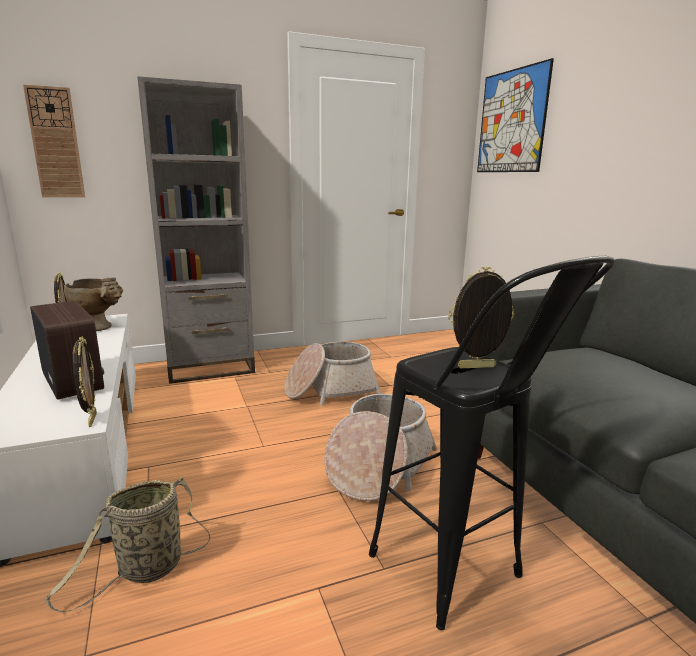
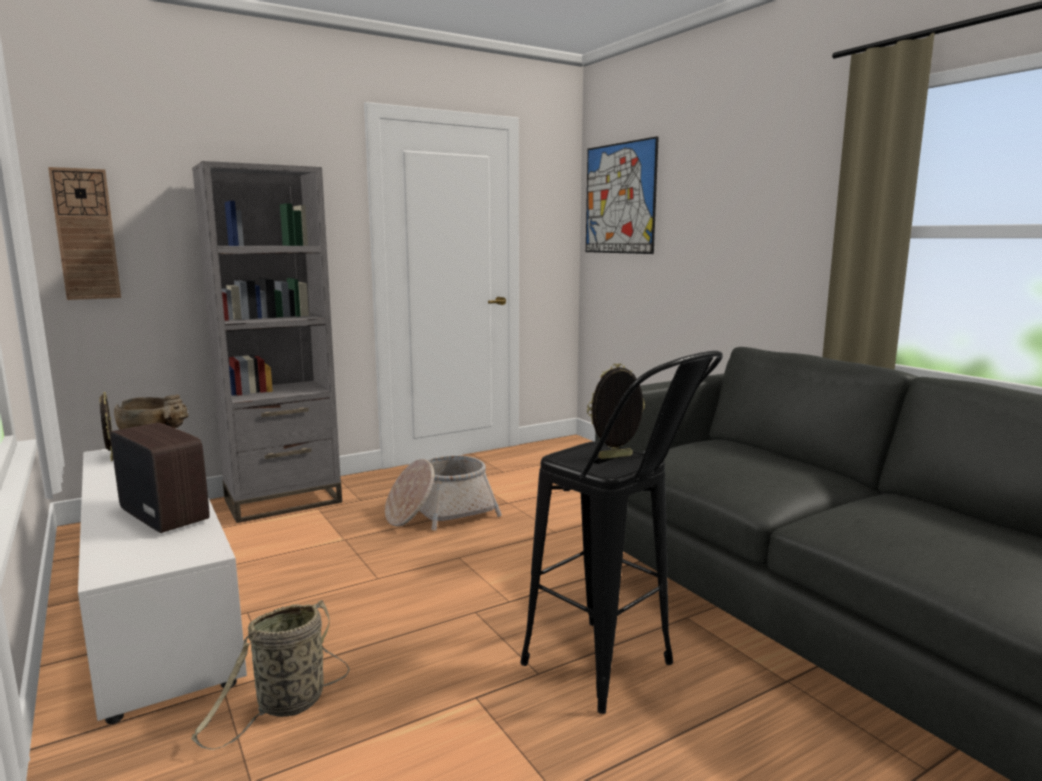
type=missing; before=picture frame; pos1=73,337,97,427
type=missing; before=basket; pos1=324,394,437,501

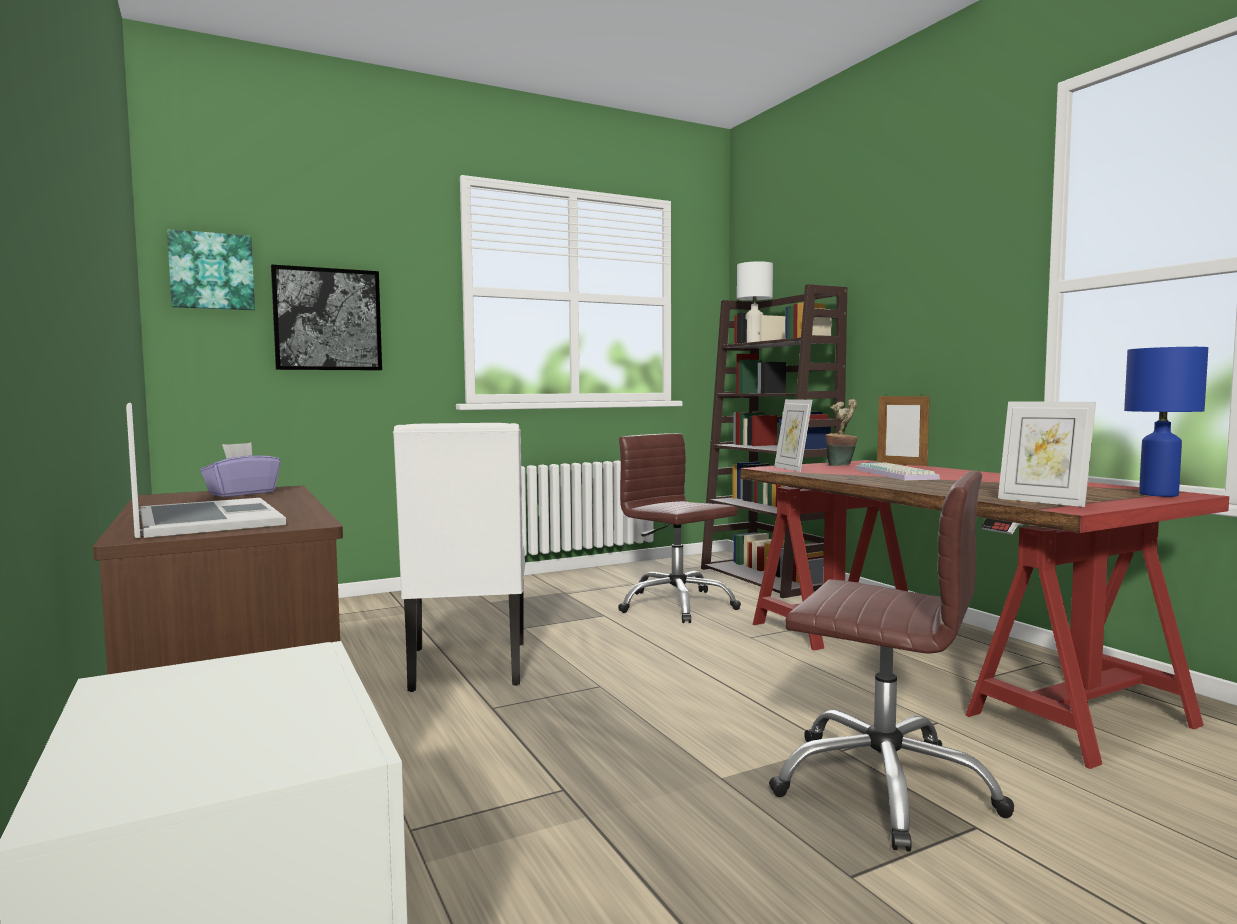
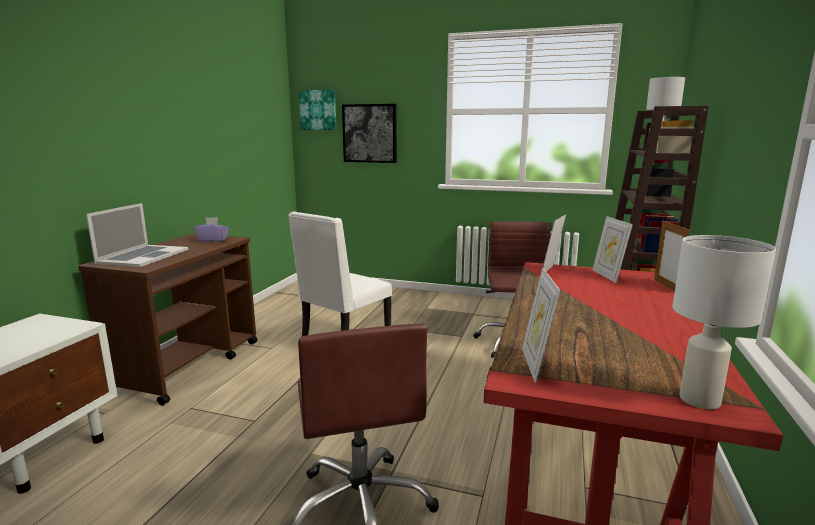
type=missing; before=keyboard; pos1=855,462,940,480
type=exchanged; before=potted plant; after=picture frame; pos1=825,399,857,466; pos2=592,216,633,283
type=colour; before=blue table lamp; after=white table lamp; pos1=1124,347,1208,497; pos2=672,235,776,410

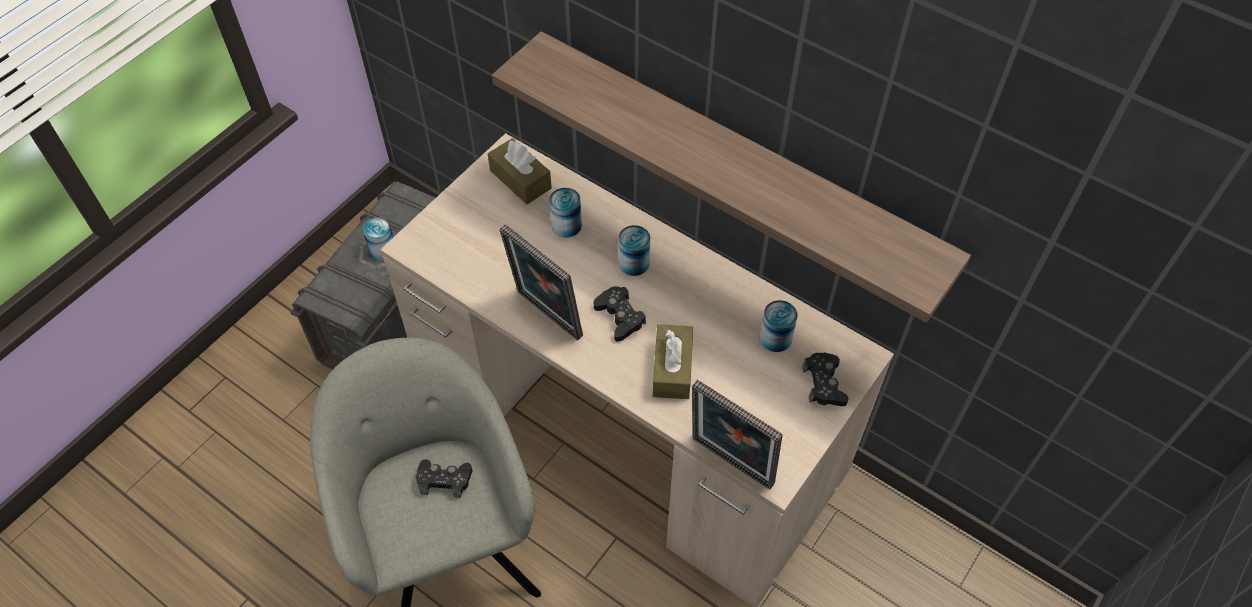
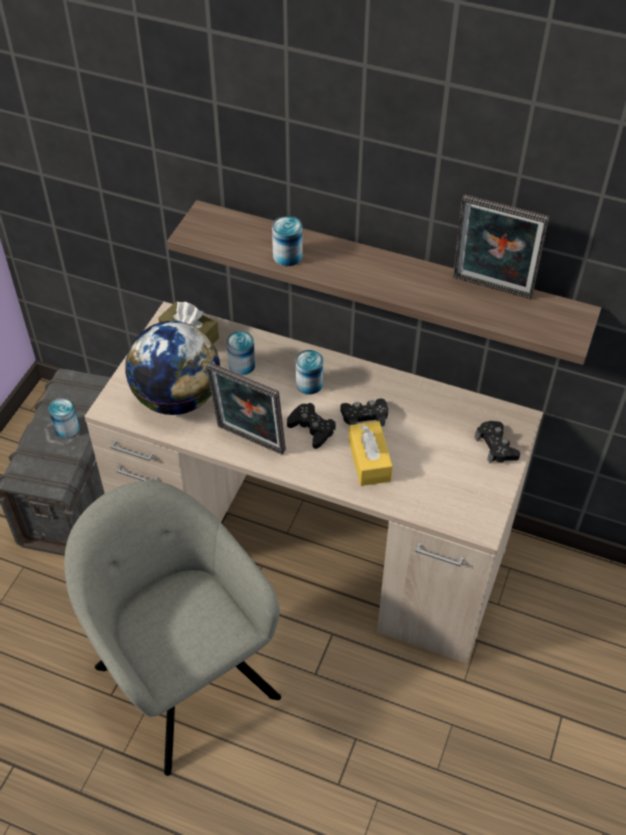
type=appeared; after=globe; pos2=125,321,220,415
type=relocated; before=black game controller; pos1=416,459,472,498; pos2=340,399,388,426
type=relocated; before=picture frame; pos1=692,380,783,490; pos2=453,194,549,299
type=relocated; before=can; pos1=759,300,798,352; pos2=272,216,302,266
type=colour; before=brown tissue box; after=yellow tissue box; pos1=653,324,693,399; pos2=349,421,393,486

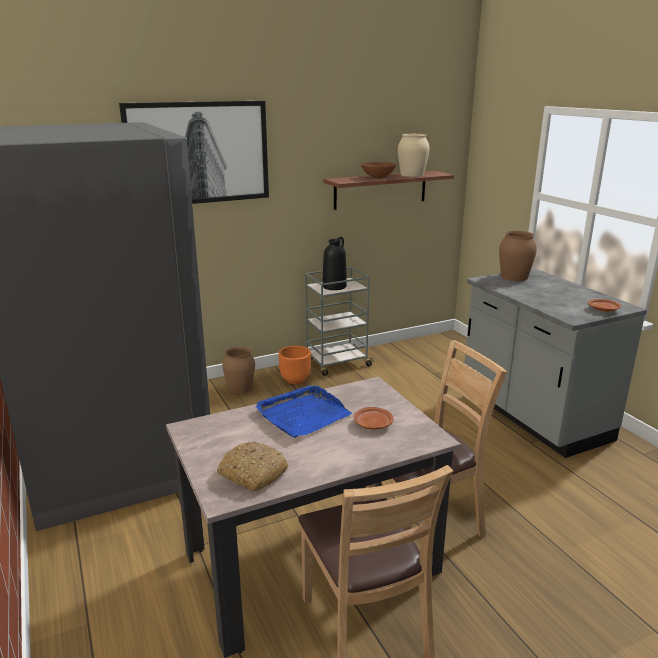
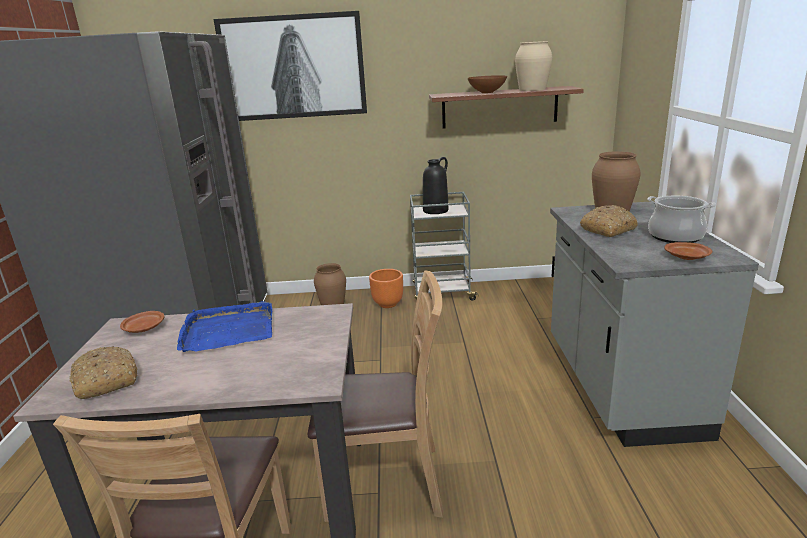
type=appeared; after=bread; pos2=580,205,638,237
type=appeared; after=cooking pot; pos2=647,196,716,243
type=relocated; before=brown plate; pos1=354,407,393,430; pos2=120,311,164,333

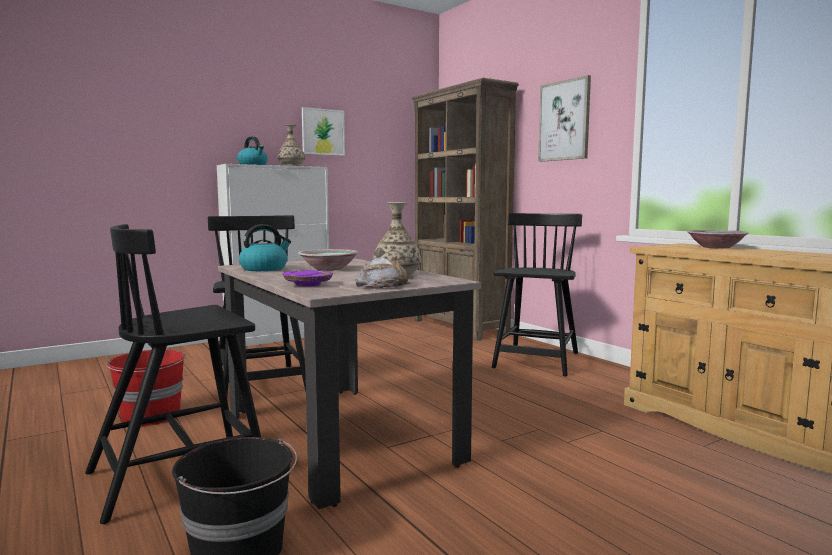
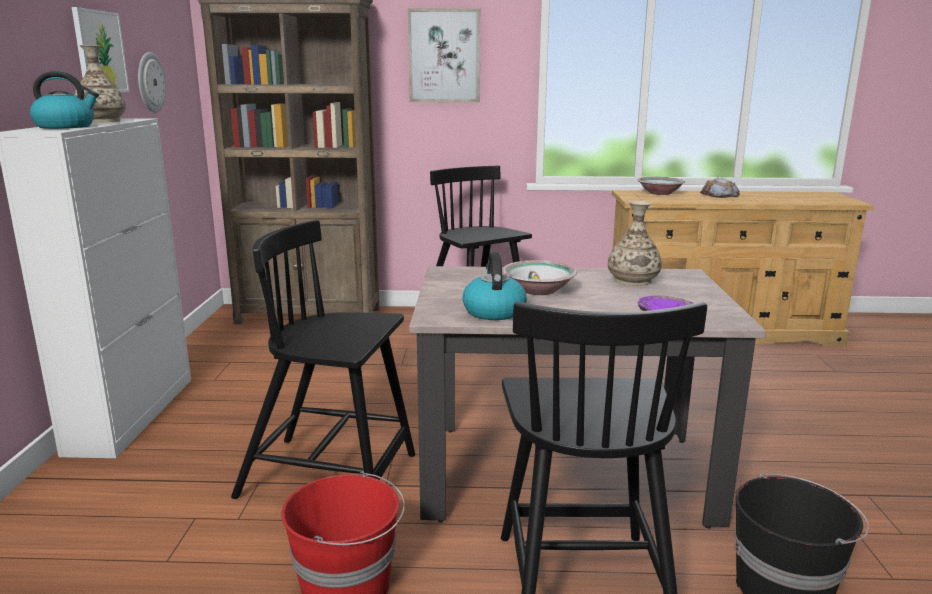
type=appeared; after=wall clock; pos2=138,52,167,113
type=relocated; before=bread; pos1=355,258,411,289; pos2=700,177,740,198

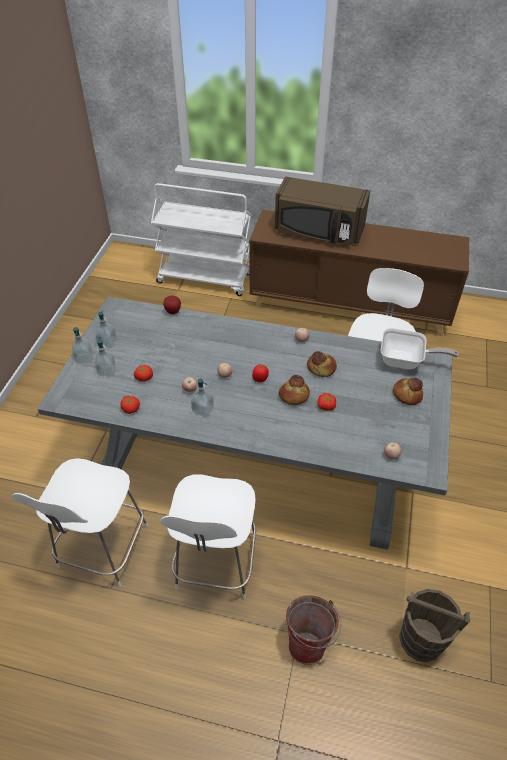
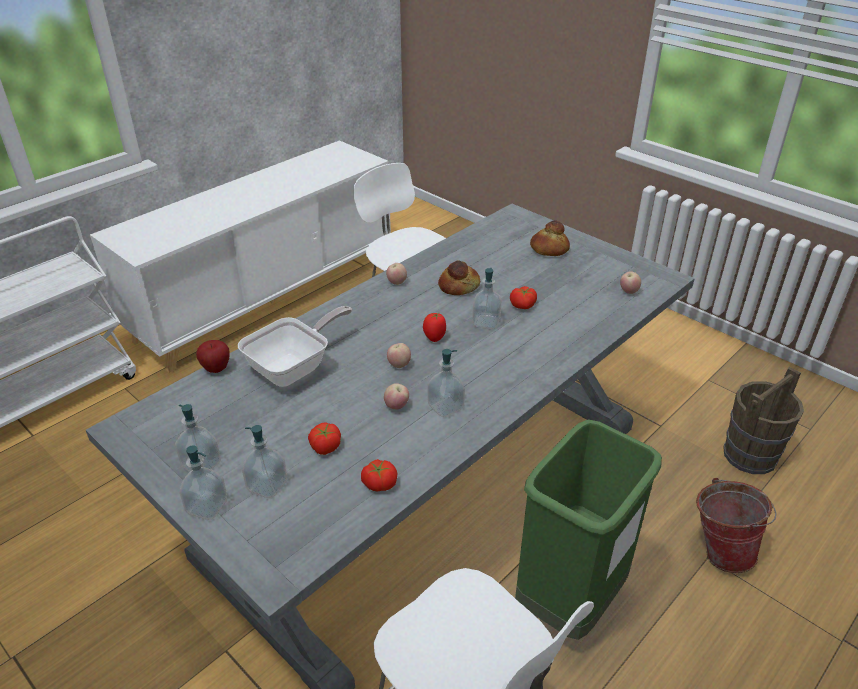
type=missing; before=brown microwave; pos1=275,176,370,246
type=relocated; before=frying pan; pos1=381,328,459,369; pos2=238,306,352,387
type=exchanged; before=white chair; after=green trash can; pos1=160,475,256,599; pos2=515,419,662,640
type=exchanged; before=bread; after=soap dispenser; pos1=279,375,310,405; pos2=472,268,502,329
type=colour; before=brown cabinet; after=white cabinet; pos1=249,209,469,337; pos2=90,140,391,373

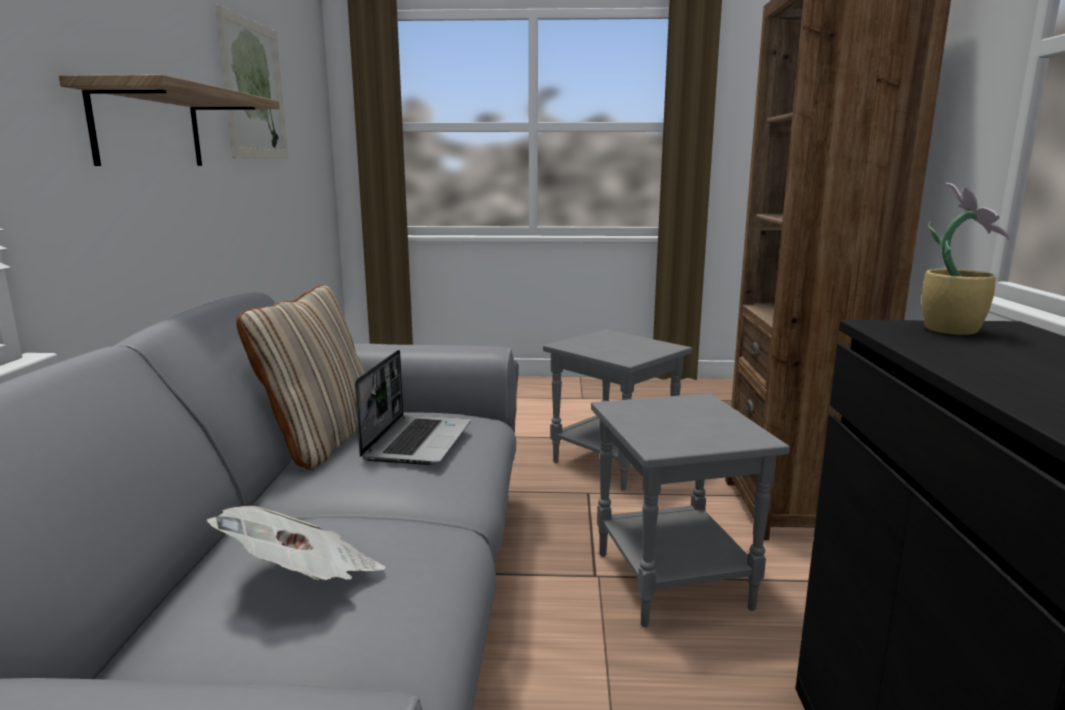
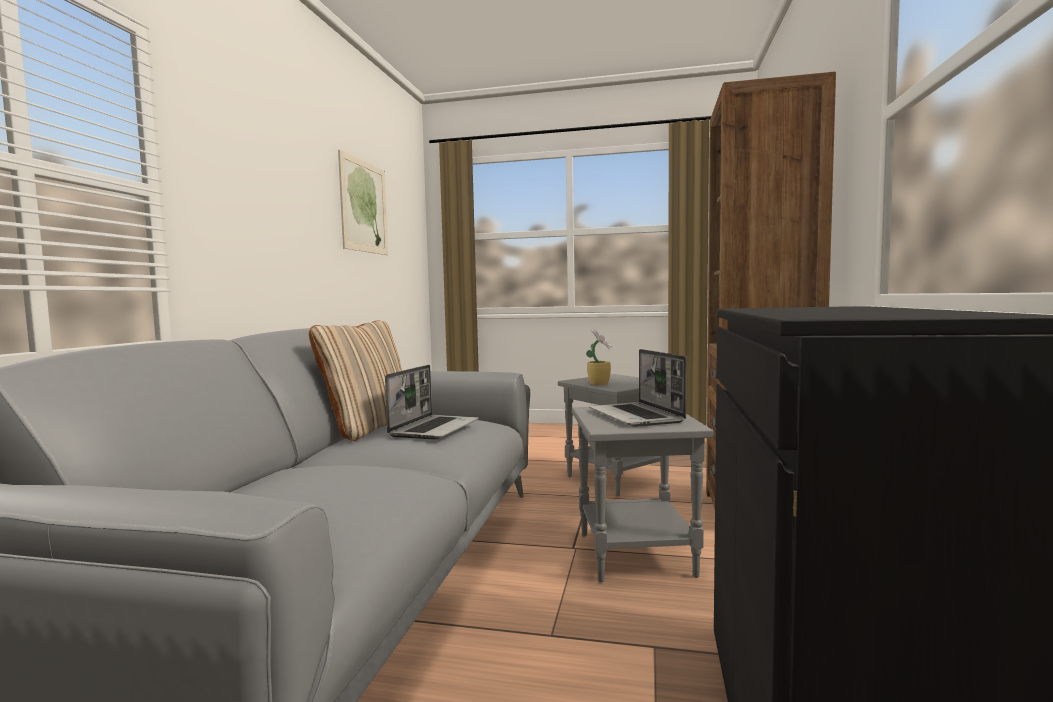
type=missing; before=shelf; pos1=59,75,280,166
type=missing; before=newspaper; pos1=207,506,385,581
type=appeared; after=laptop; pos2=589,349,687,427
type=relocated; before=potted plant; pos1=922,183,1010,335; pos2=586,329,612,385

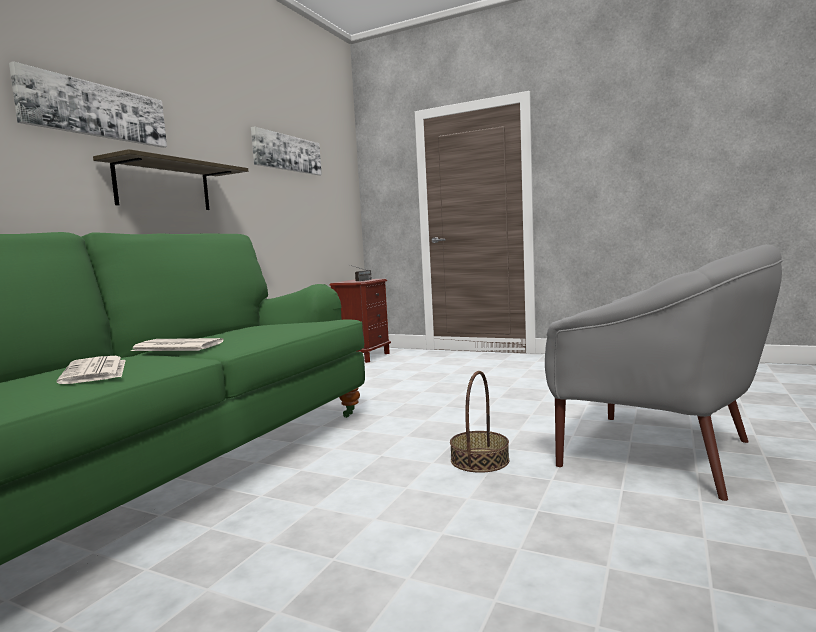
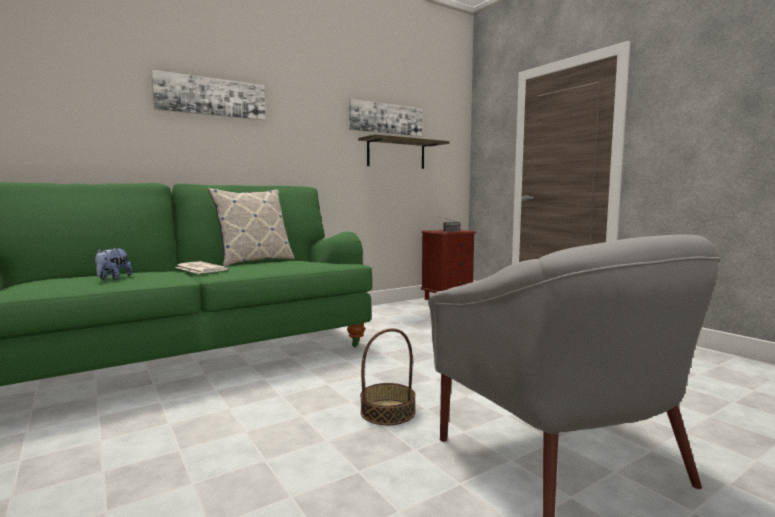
type=appeared; after=pillow; pos2=208,188,294,267
type=relocated; before=shelf; pos1=93,149,248,210; pos2=358,134,450,169
type=exchanged; before=newspaper; after=plush toy; pos1=57,356,126,384; pos2=95,248,133,280

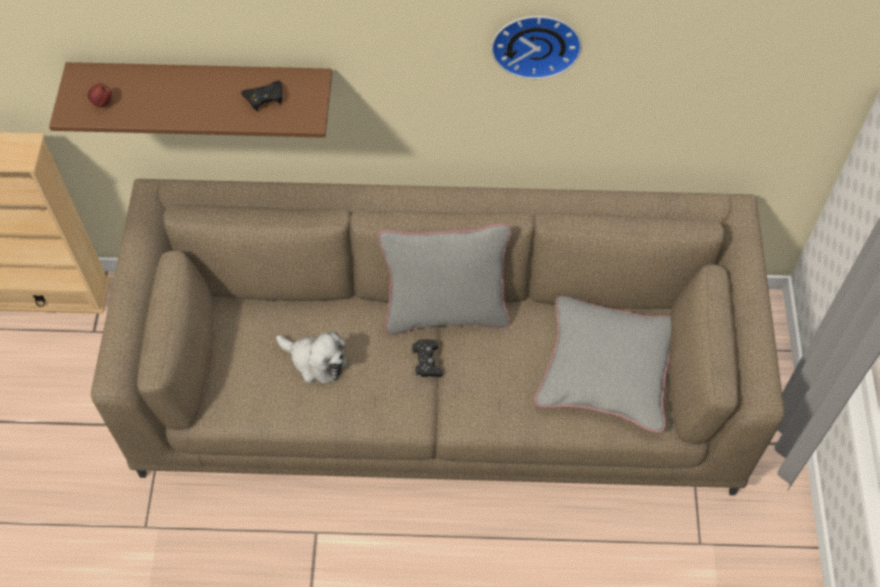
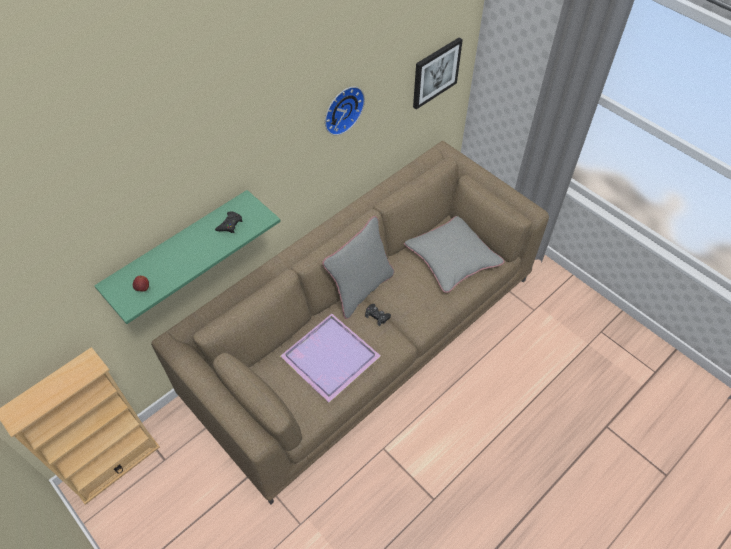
type=appeared; after=picture; pos2=413,38,463,110
type=exchanged; before=plush toy; after=purple tray; pos1=276,331,347,384; pos2=280,314,381,402
type=colour; before=brown shelf; after=green shelf; pos1=49,62,332,138; pos2=94,190,281,324

